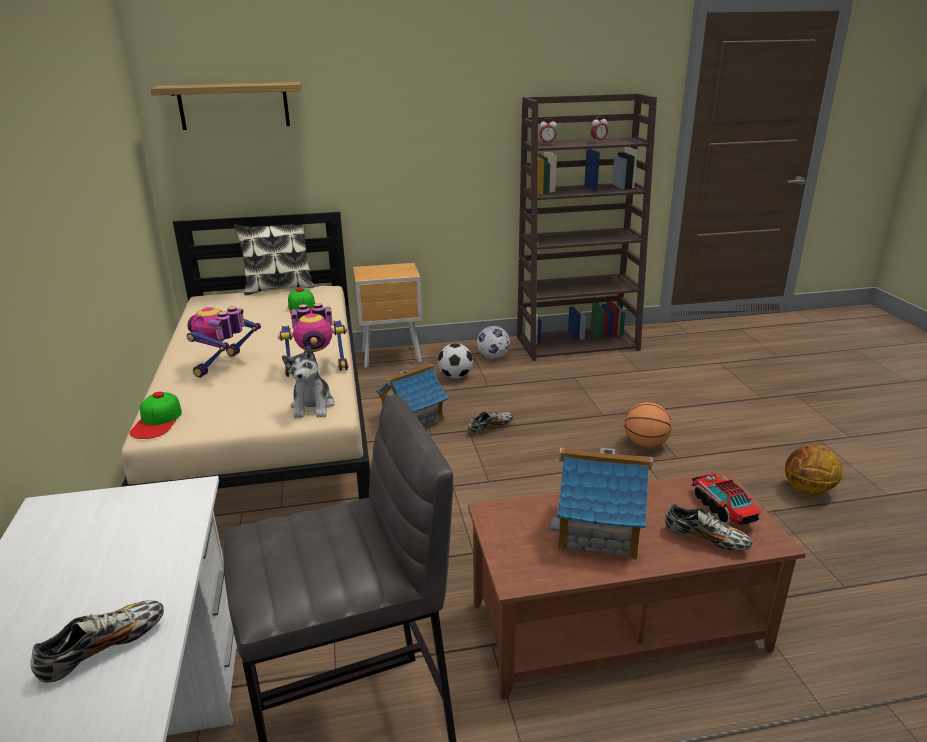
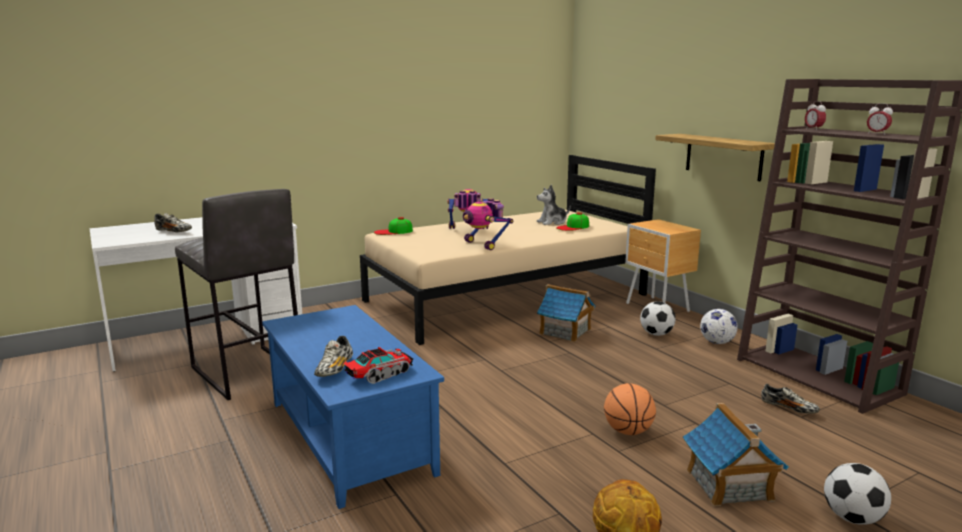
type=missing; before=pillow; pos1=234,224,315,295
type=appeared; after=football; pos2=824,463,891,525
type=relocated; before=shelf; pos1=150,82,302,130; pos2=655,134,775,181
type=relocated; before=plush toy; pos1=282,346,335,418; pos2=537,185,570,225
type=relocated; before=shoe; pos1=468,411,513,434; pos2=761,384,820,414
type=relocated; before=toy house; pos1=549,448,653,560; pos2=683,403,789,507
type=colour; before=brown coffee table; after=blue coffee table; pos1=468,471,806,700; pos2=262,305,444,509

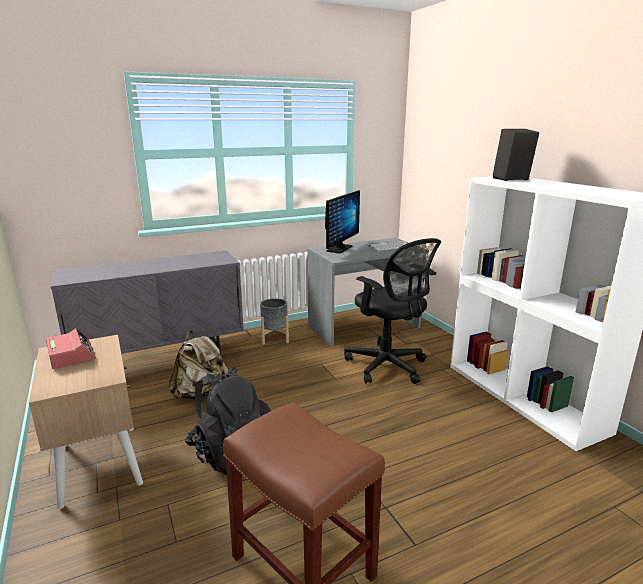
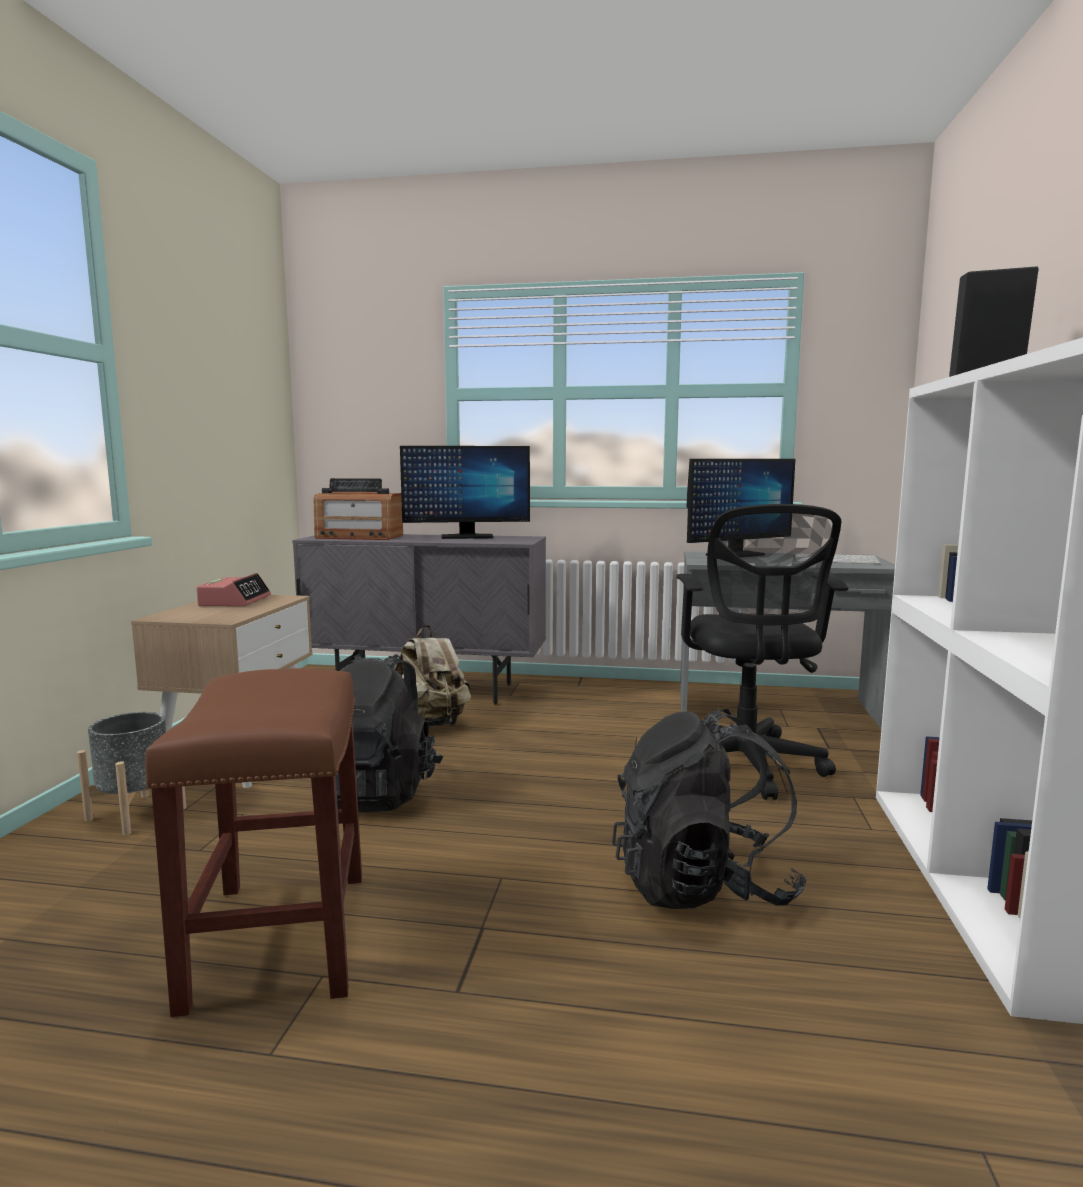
type=appeared; after=radio; pos2=314,478,403,540
type=appeared; after=monitor; pos2=400,446,530,539
type=appeared; after=black backpack; pos2=612,709,807,909
type=relocated; before=grey planter; pos1=260,298,289,345; pos2=77,712,186,835

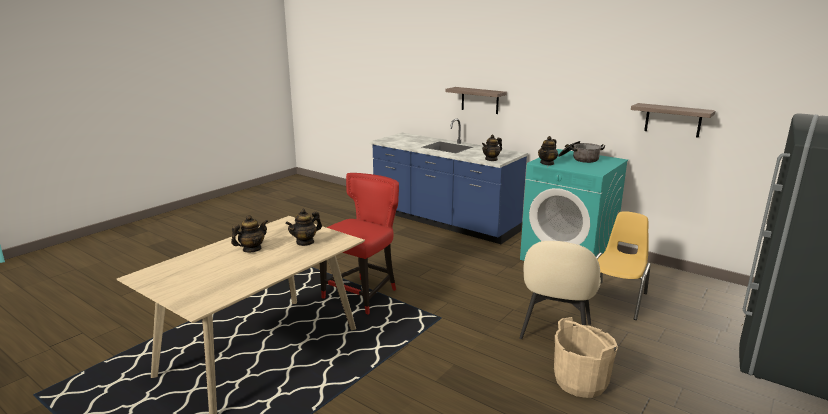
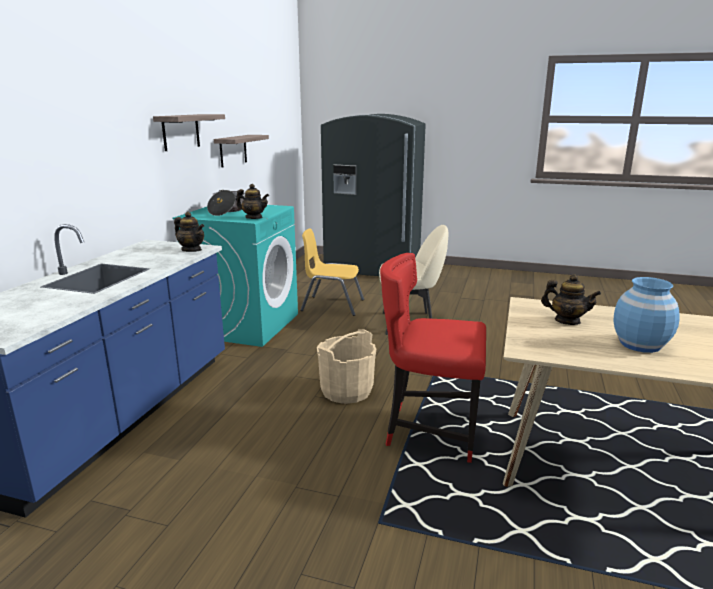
type=relocated; before=shelf; pos1=445,87,507,114; pos2=153,114,225,151
type=relocated; before=beige bucket; pos1=554,317,618,398; pos2=317,329,376,404
type=exchanged; before=teapot; after=blue vase; pos1=231,215,268,253; pos2=614,277,680,353

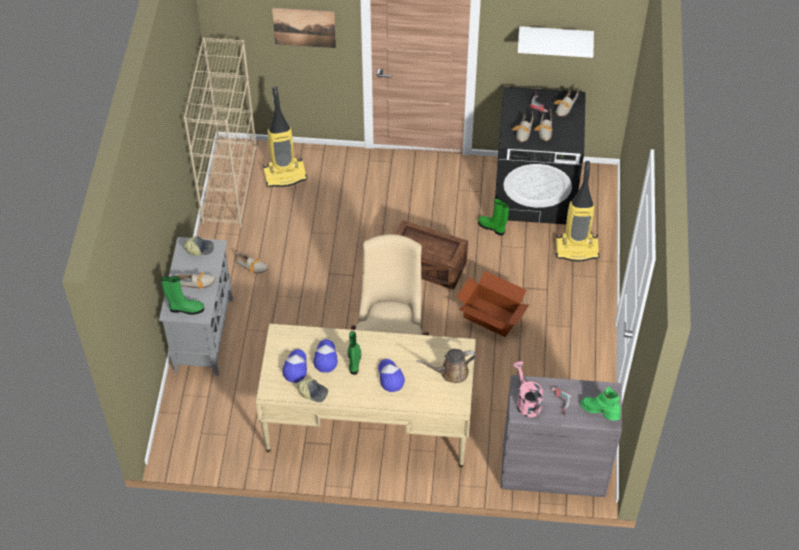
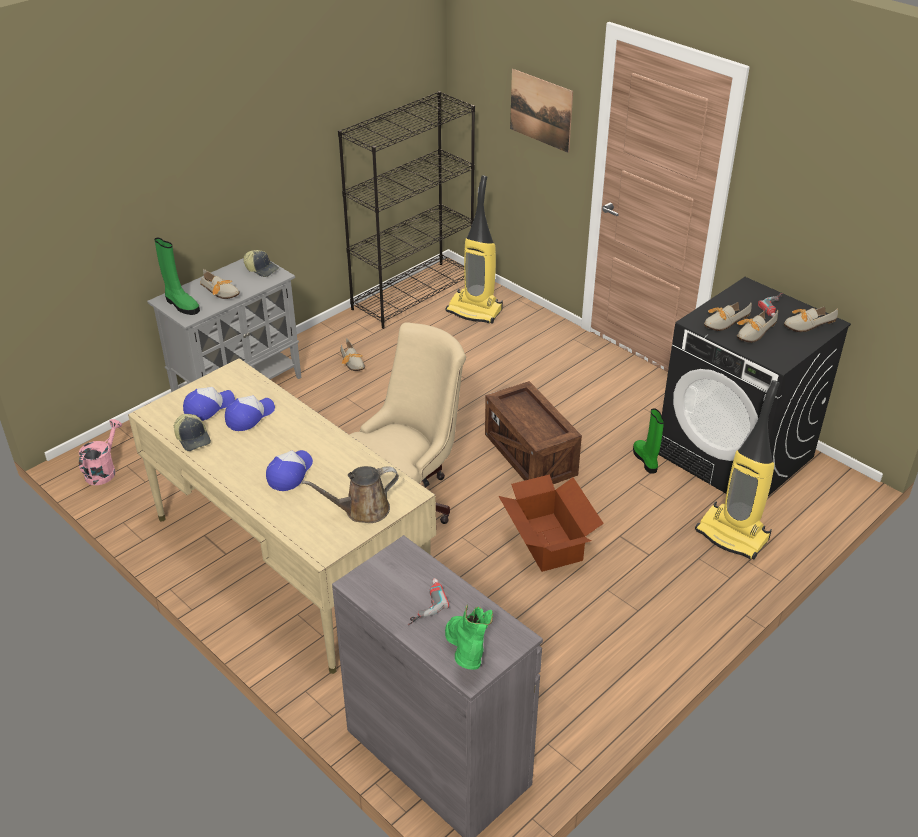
type=missing; before=green boot; pos1=348,331,361,375
type=missing; before=white shelf; pos1=518,26,594,58
type=relocated; before=pink watering can; pos1=513,361,543,417; pos2=79,419,122,485
type=colour; before=beige bookcase; after=black bookcase; pos1=183,37,257,227; pos2=338,91,475,329
type=spun; before=brown watering can; pos1=417,349,476,383; pos2=302,466,399,523; turn=-45

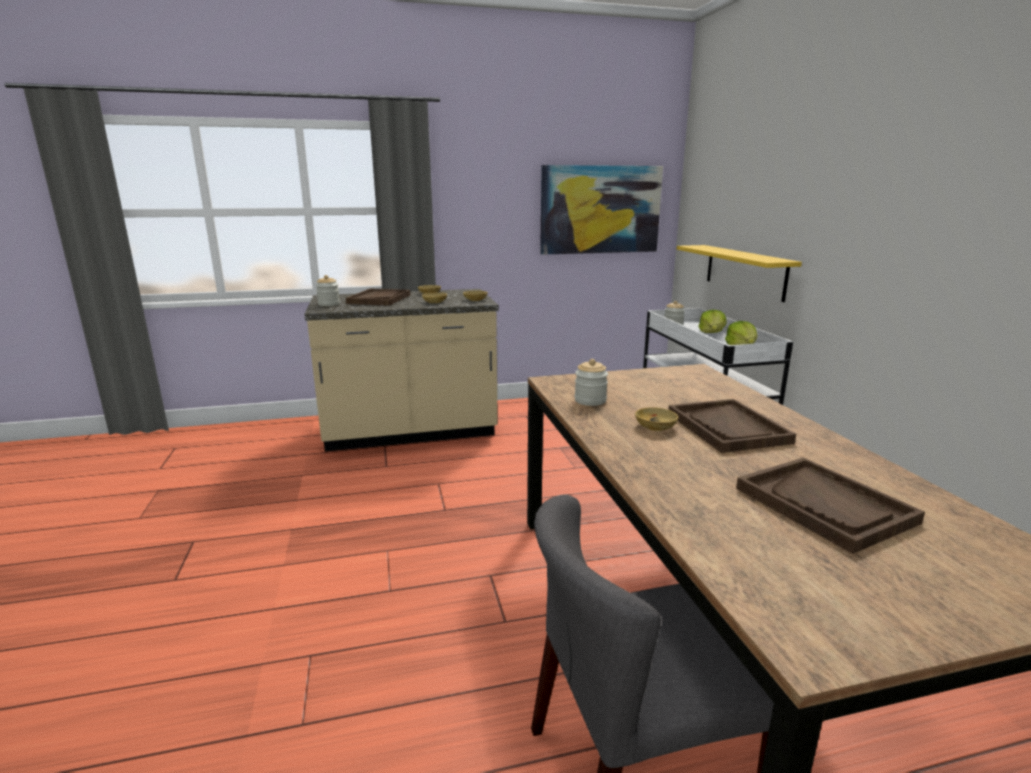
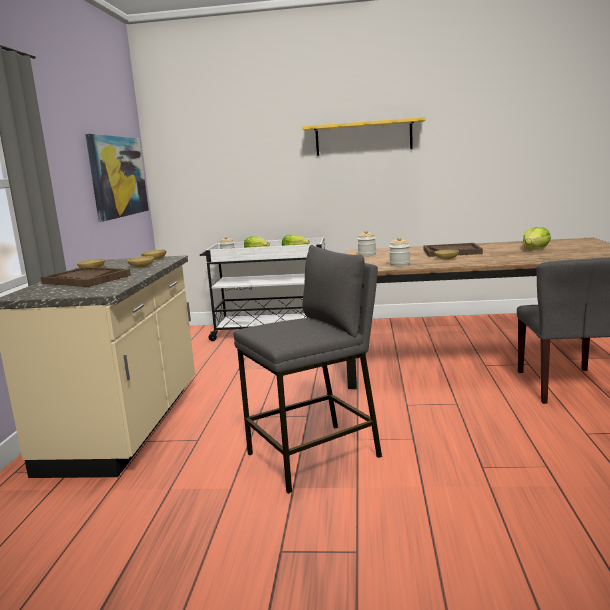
type=appeared; after=grey stool; pos2=234,245,382,494
type=relocated; before=jar; pos1=316,275,340,306; pos2=357,230,376,256
type=relocated; before=yellow shelf; pos1=677,245,802,302; pos2=302,117,426,156
type=exchanged; before=brown tray; after=lettuce; pos1=736,458,925,554; pos2=522,227,551,249

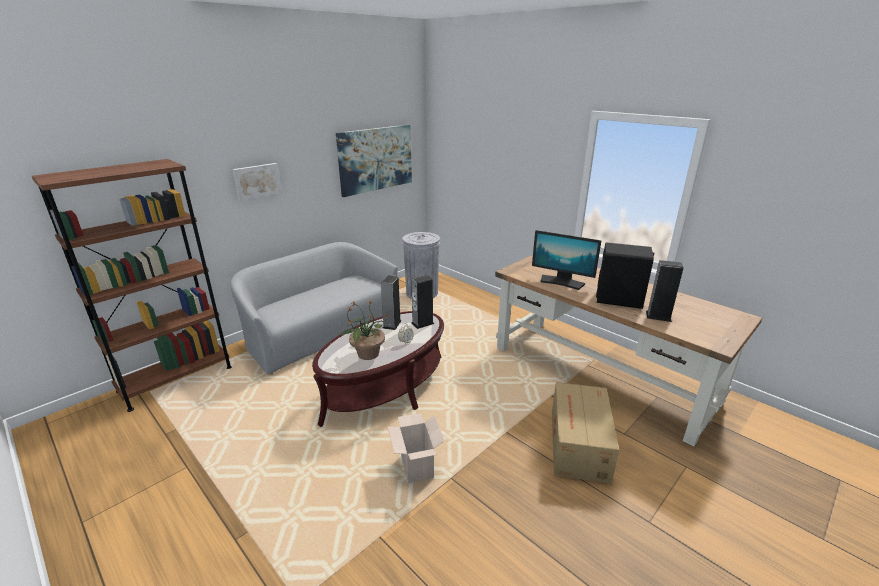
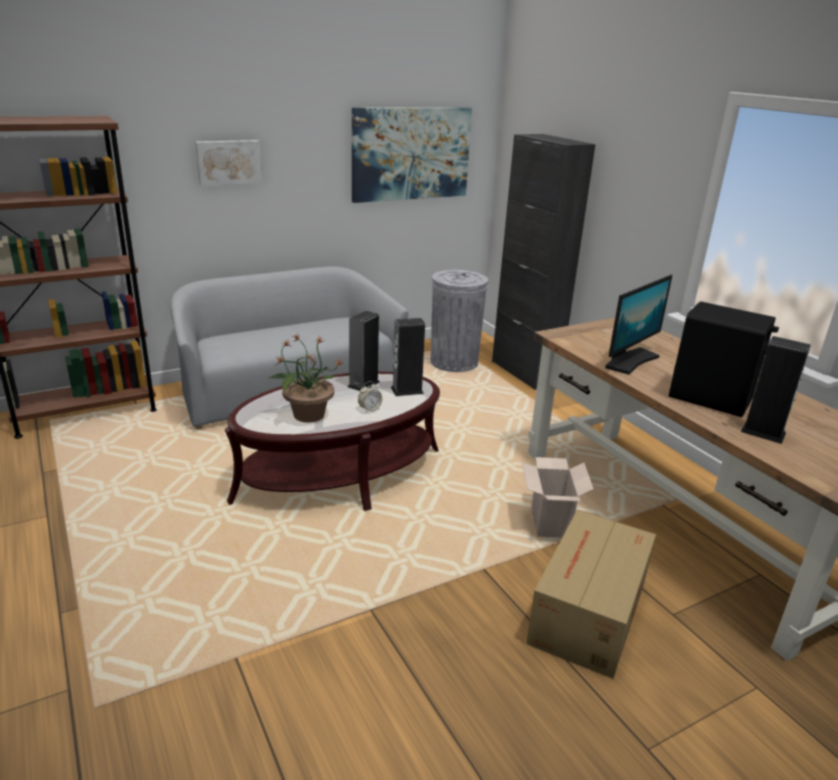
type=appeared; after=black cabinet; pos2=492,134,595,390
type=relocated; before=cardboard box; pos1=388,413,444,483; pos2=522,457,594,538
type=spun; before=monitor; pos1=532,230,602,290; pos2=605,275,673,375; turn=-90

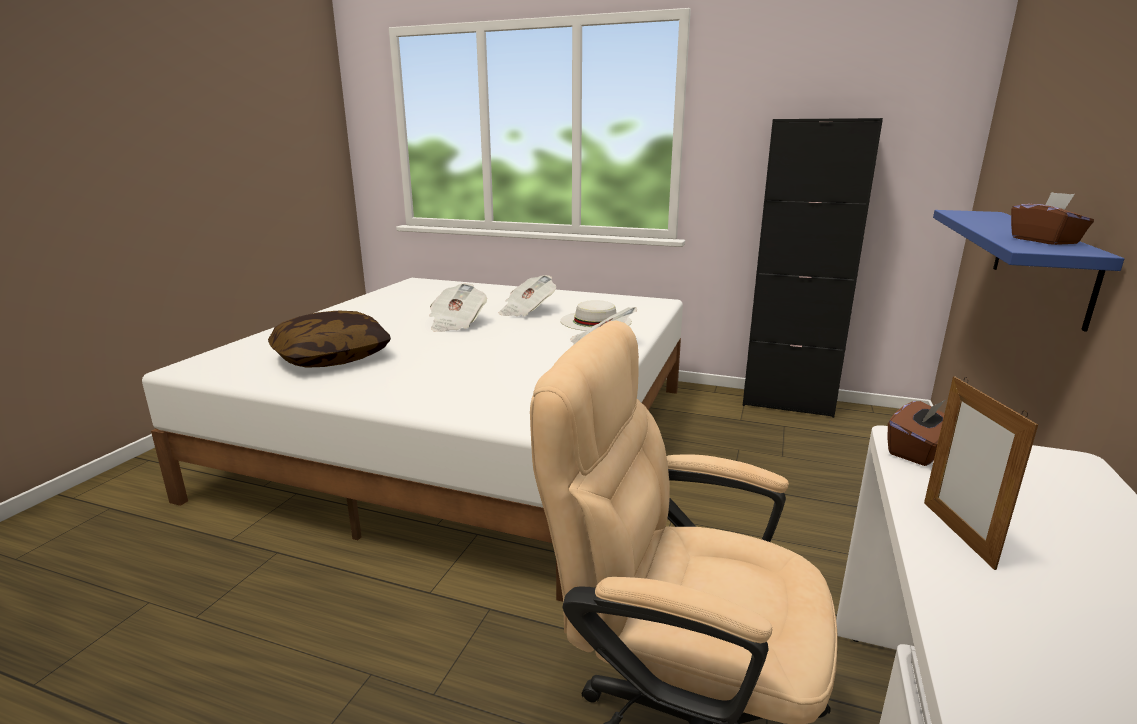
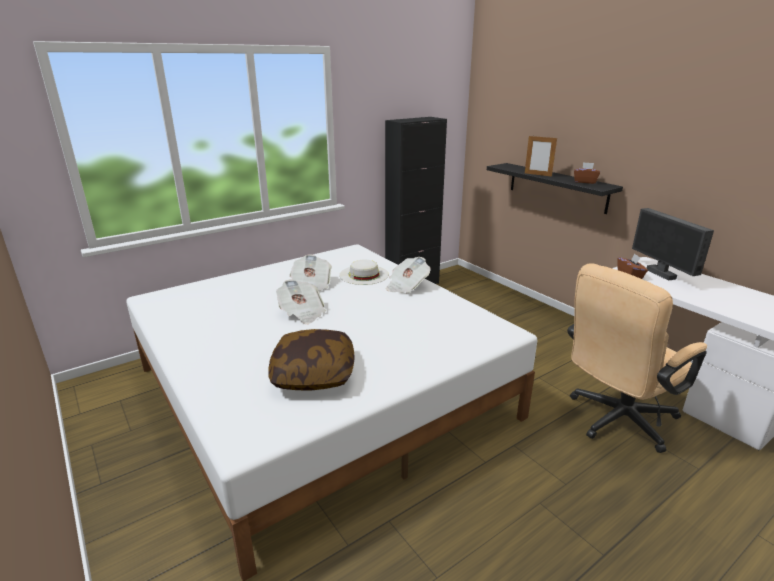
type=appeared; after=monitor; pos2=632,208,714,281
type=relocated; before=picture frame; pos1=924,376,1038,570; pos2=525,135,557,176
type=colour; before=blue shelf; after=black shelf; pos1=933,210,1124,332; pos2=487,163,623,214

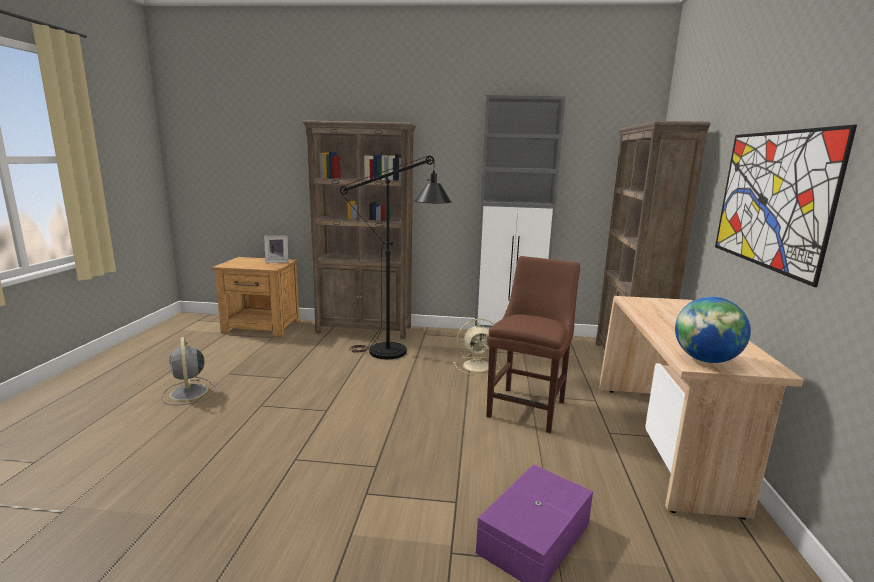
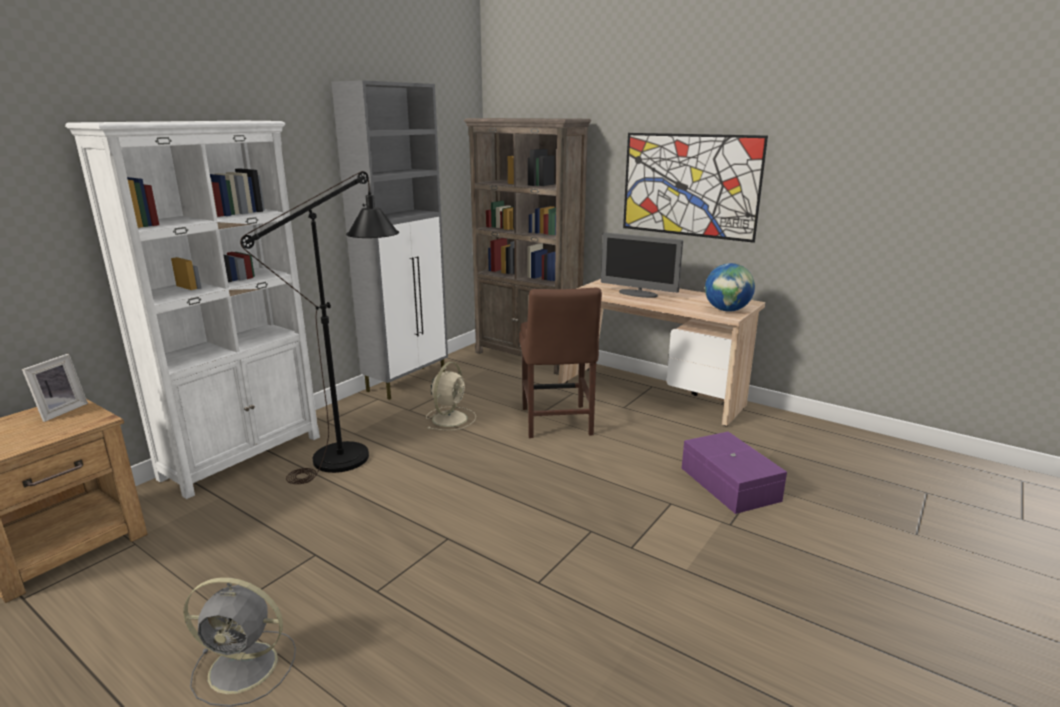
type=appeared; after=monitor; pos2=601,233,683,298
type=colour; before=brown bookcase; after=white bookcase; pos1=302,120,416,339; pos2=65,121,320,499
type=spun; before=brown chair; pos1=486,256,580,433; pos2=519,288,602,438; turn=-150

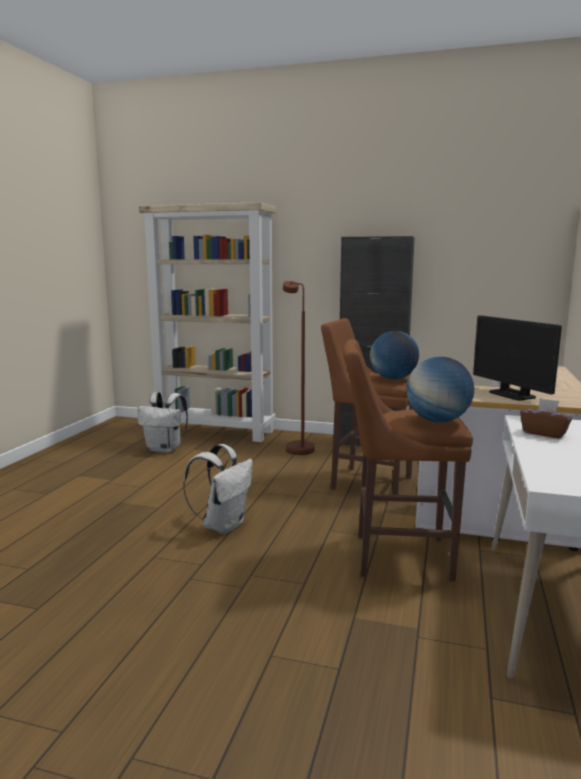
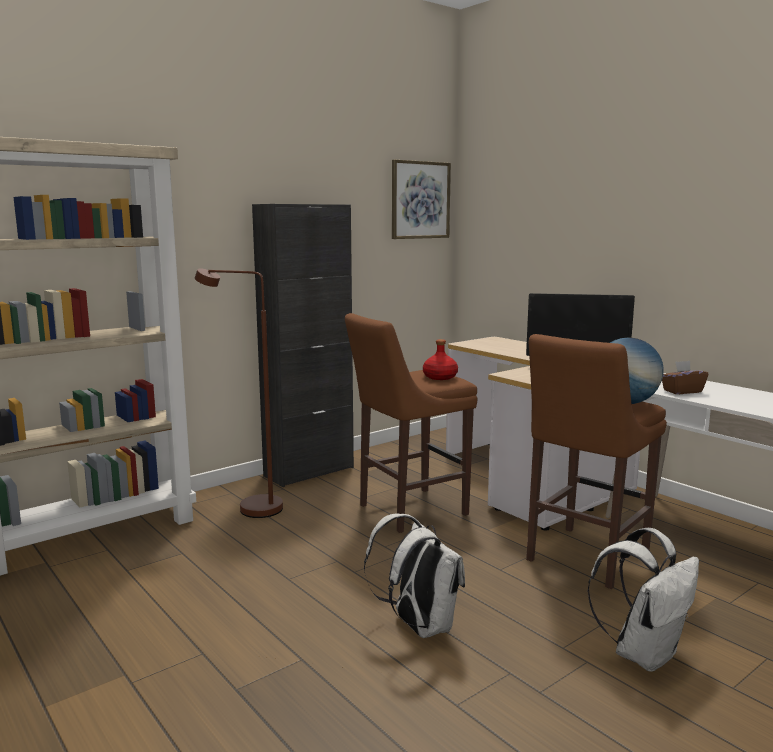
type=appeared; after=picture; pos2=392,160,451,239
type=relocated; before=white backpack; pos1=138,392,188,453; pos2=587,528,699,672
type=exchanged; before=globe; after=red bottle; pos1=370,331,419,379; pos2=423,339,458,380

